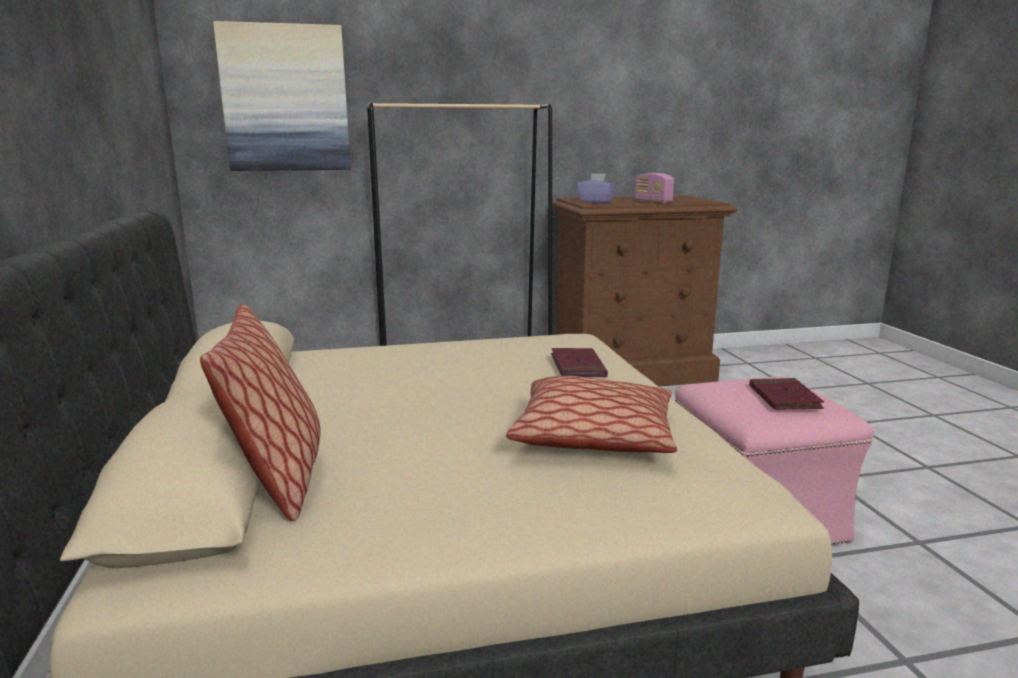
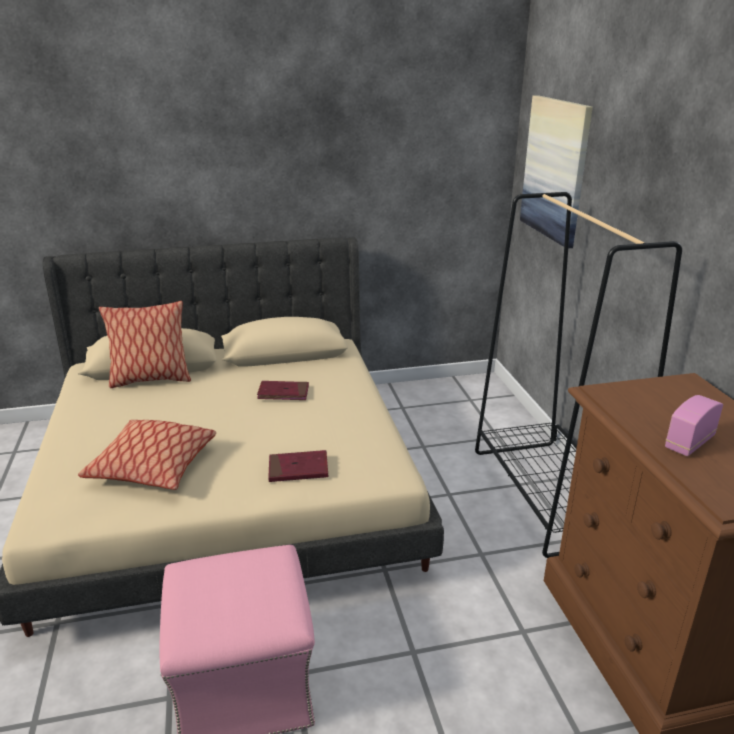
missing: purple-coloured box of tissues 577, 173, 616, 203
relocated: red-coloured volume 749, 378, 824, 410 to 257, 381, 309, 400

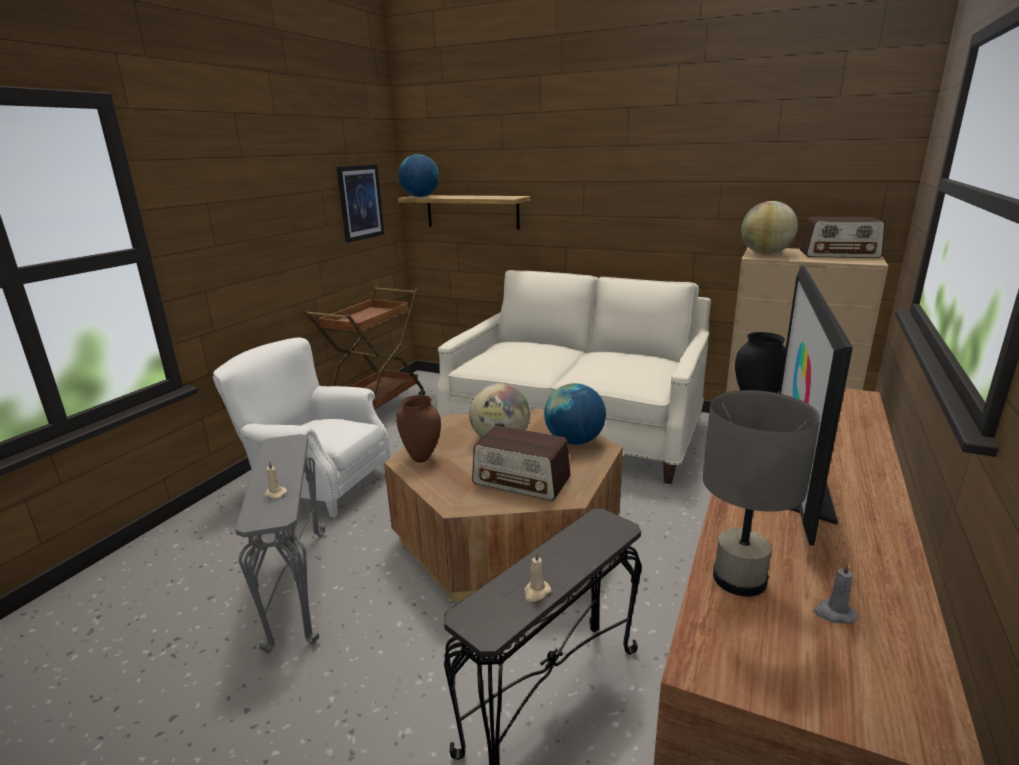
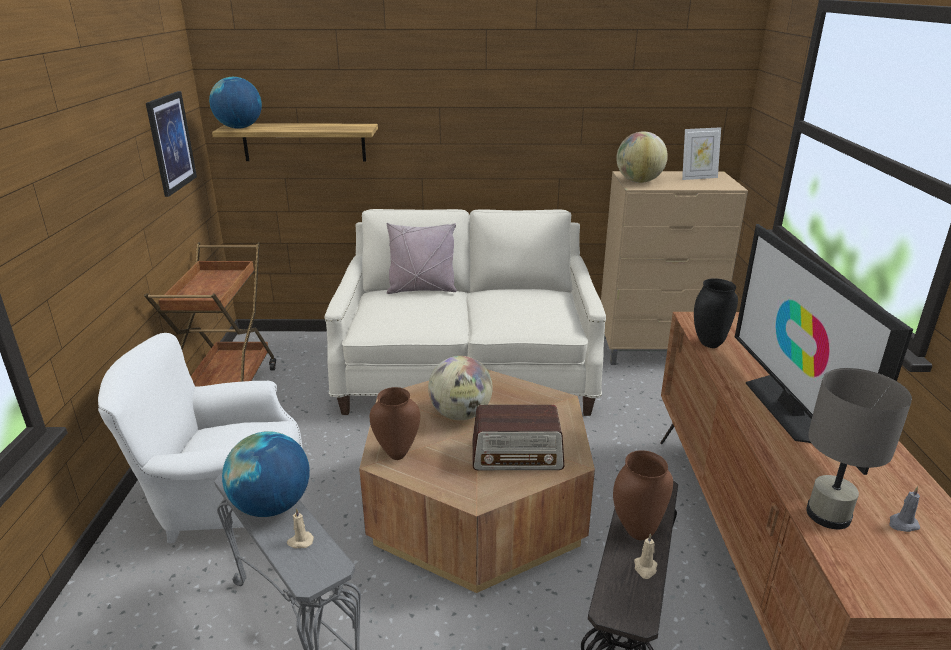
appeared: purple-coloured throw pillow 387, 223, 457, 294; brownish flower vase 613, 450, 673, 540
relocated: desk globe 544, 383, 606, 445 to 222, 431, 310, 517
exchanged: radio 800, 217, 885, 258 to picture frame 682, 127, 721, 180

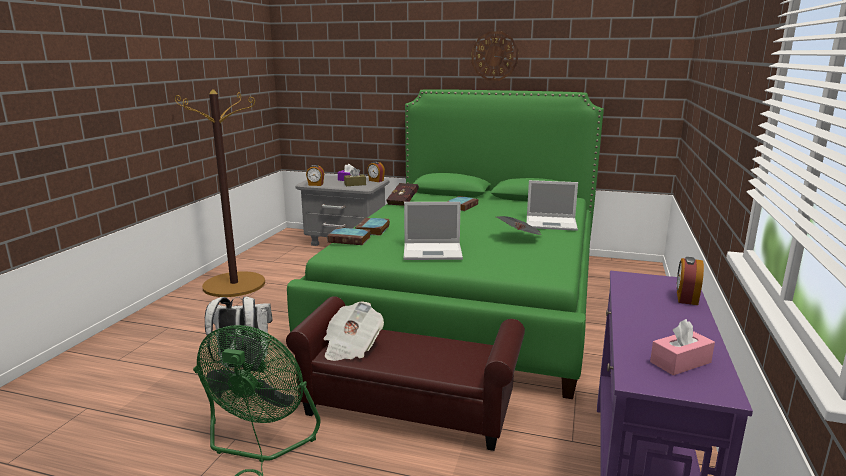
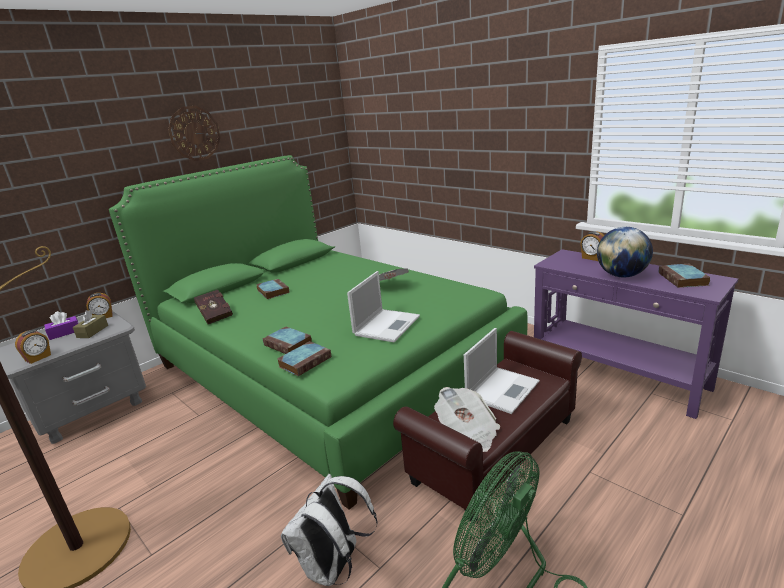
appeared: desk globe 597, 227, 653, 277
relocated: laptop 527, 180, 578, 231 to 464, 328, 540, 414
exchanged: pinkish box of tissues 650, 319, 715, 375 to volume 659, 264, 711, 288

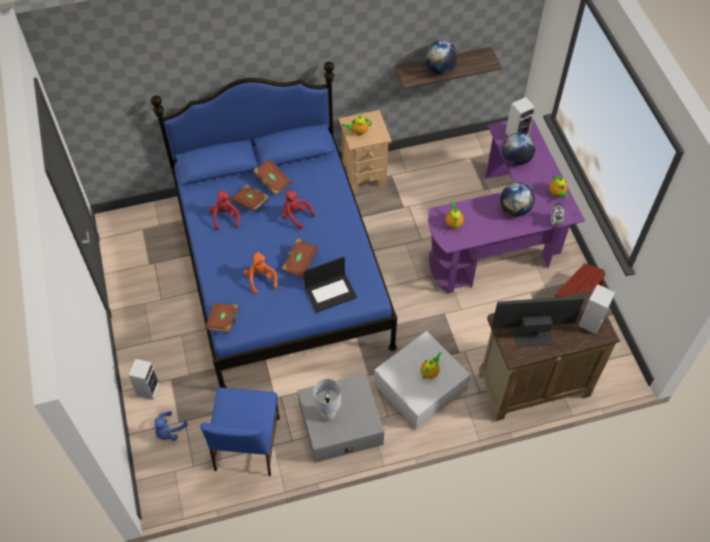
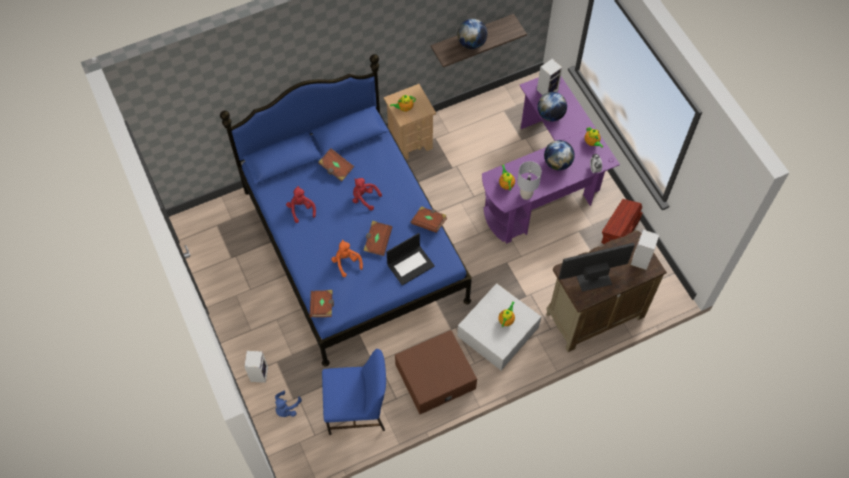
relocated: brownish volume 231, 185, 269, 212 to 411, 206, 447, 233; grey lamp for a table 313, 379, 341, 421 to 517, 161, 542, 200
colour: grey storage box 298, 373, 384, 463 to brownish storage box 395, 330, 477, 414
spun: blue-coloured plain chair 200, 388, 280, 476 = 322, 349, 386, 435 90 degrees counterclockwise

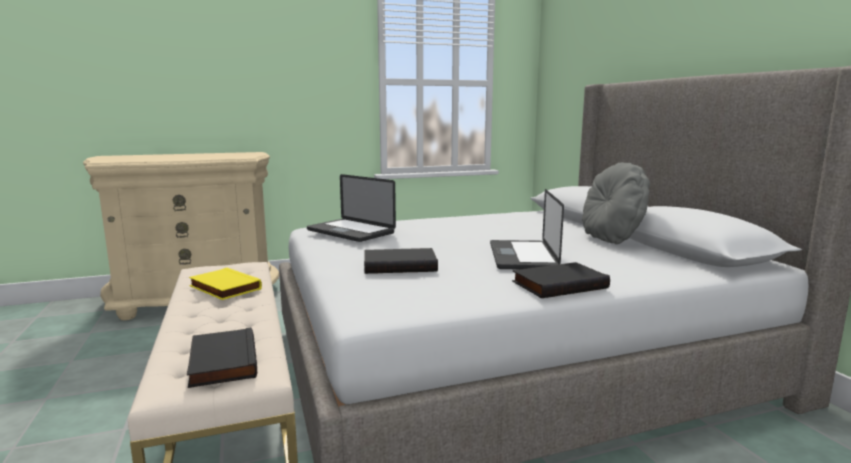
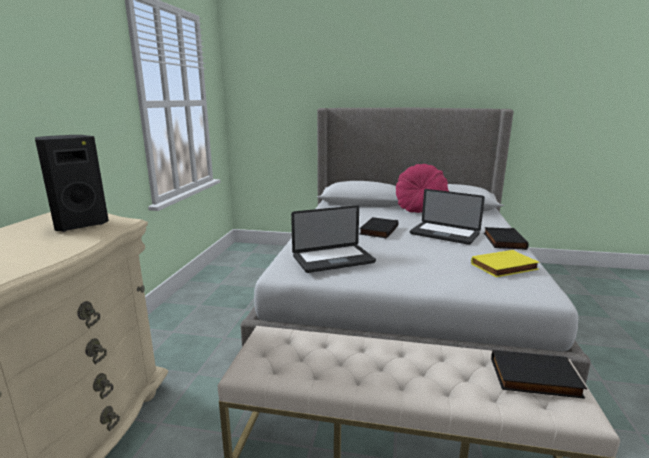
appeared: black-coloured audio speaker 35, 135, 109, 232
relocated: yellow-coloured volume 189, 268, 262, 300 to 471, 250, 540, 277; black-coloured volume 364, 248, 438, 274 to 359, 217, 399, 239
colour: grey throw pillow 582, 163, 650, 244 to pinkish throw pillow 396, 164, 449, 213

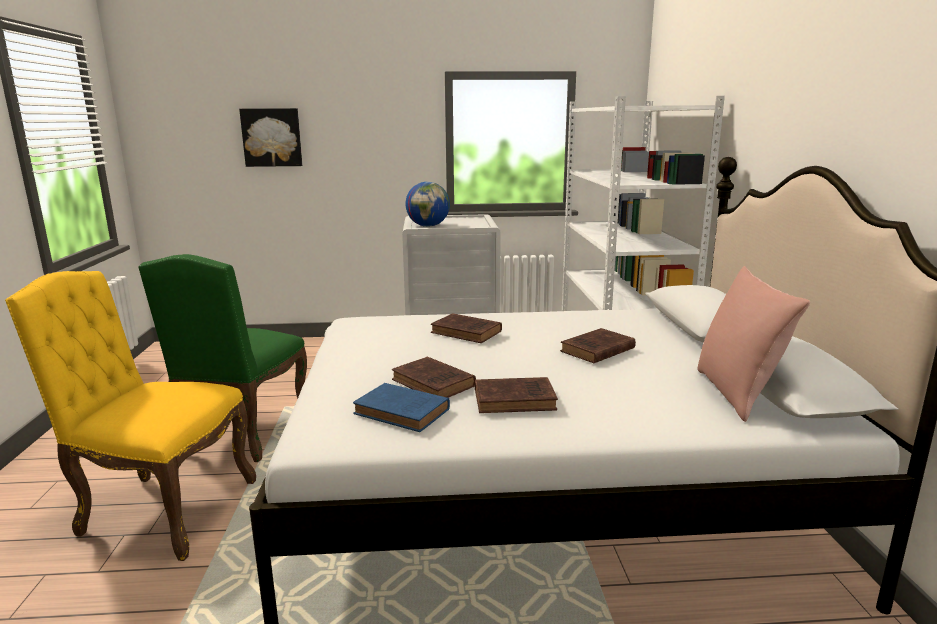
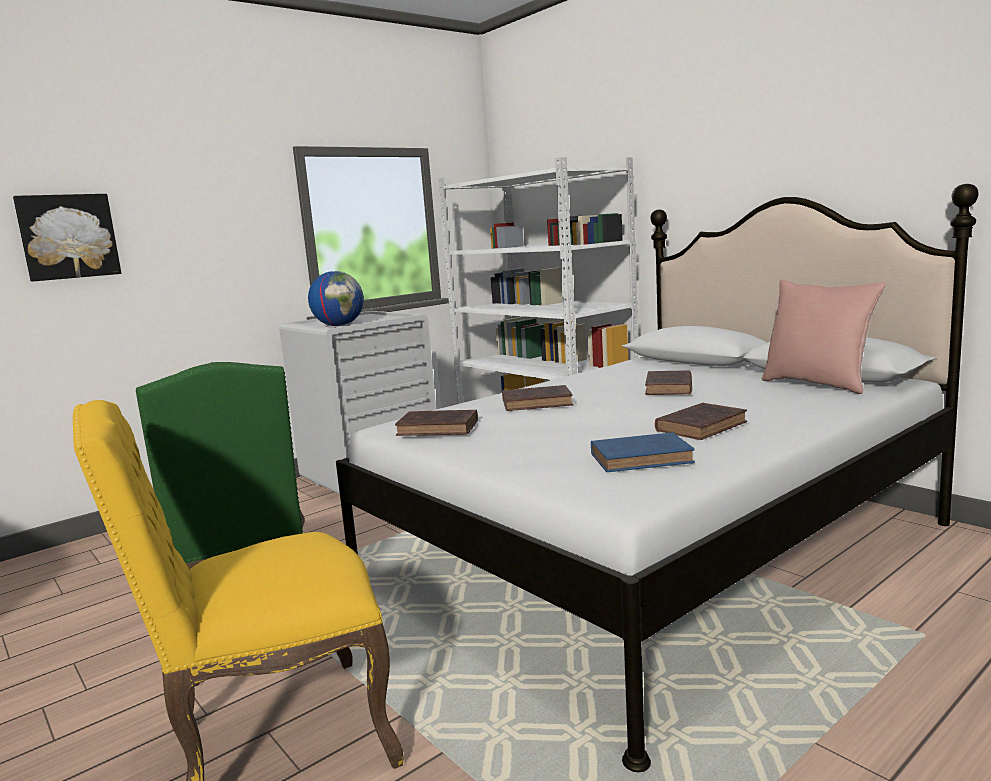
relocated: brownish volume 392, 357, 476, 398 to 395, 410, 478, 436

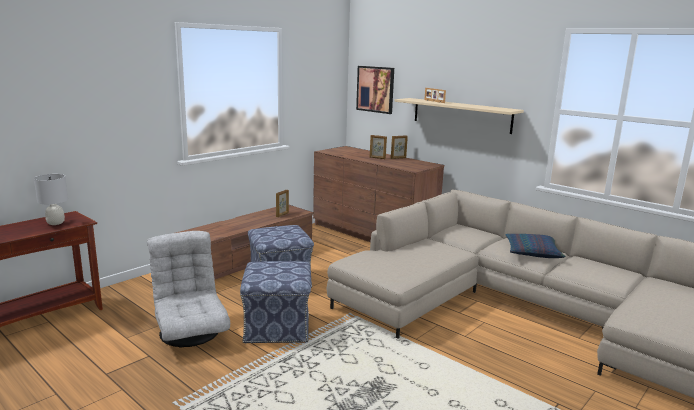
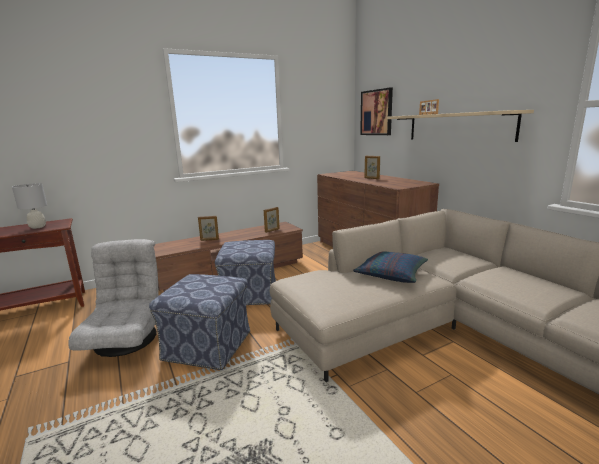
relocated: picture frame 391, 135, 408, 159 to 198, 216, 219, 241; blue-coloured throw pillow 506, 234, 565, 258 to 353, 251, 428, 283

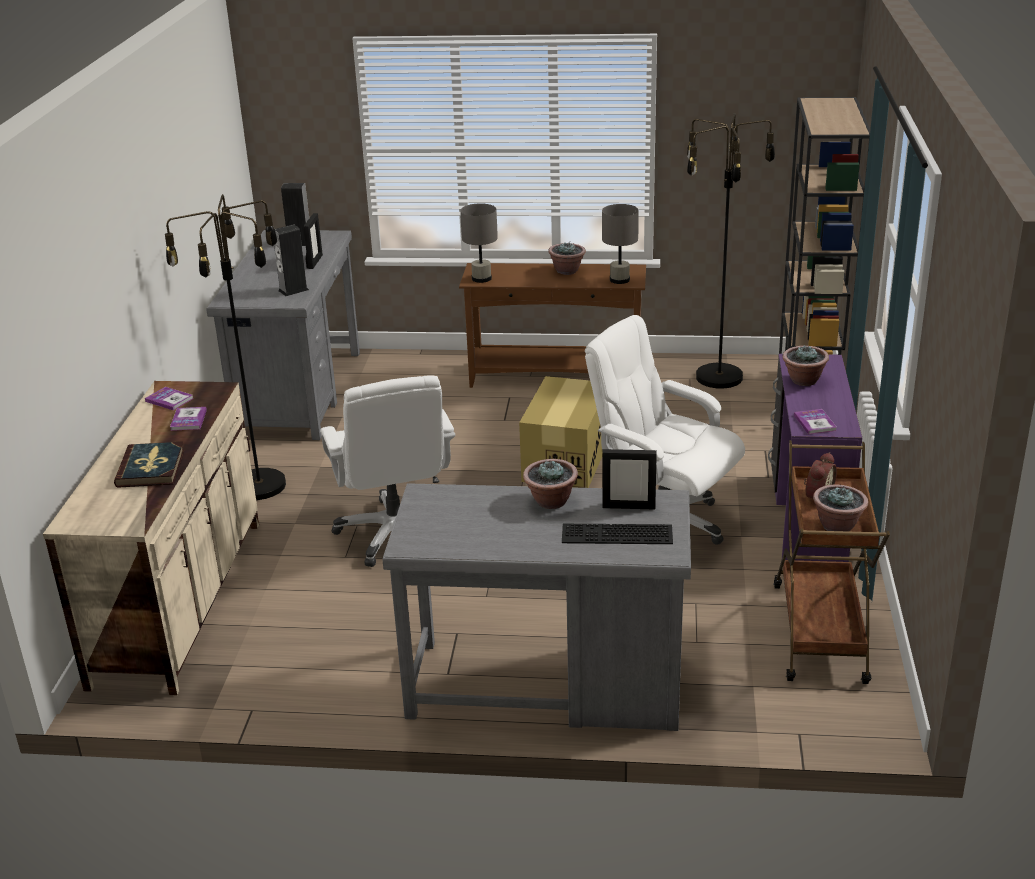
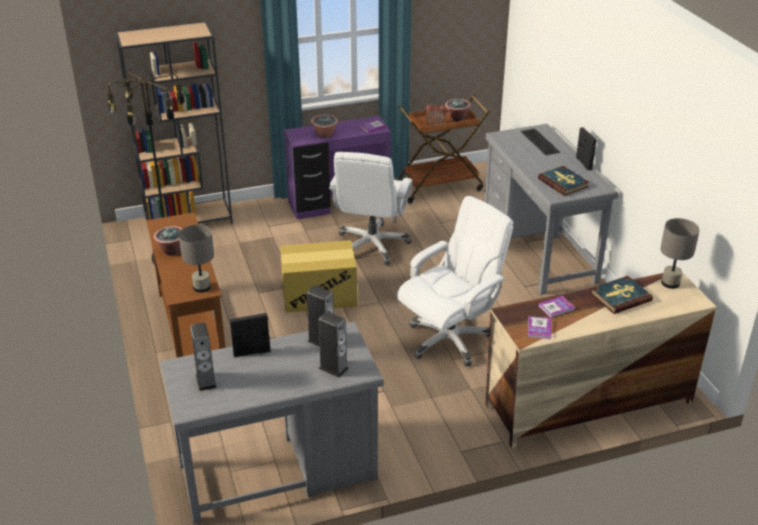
missing: standard lamp 165, 194, 286, 500; houseplant 523, 459, 578, 509
appeared: audio speaker 319, 311, 349, 378; volume 538, 166, 589, 196
relocated: grey lamp for a table 602, 204, 639, 284 to 660, 218, 700, 289; picture frame 602, 449, 657, 510 to 576, 127, 597, 170

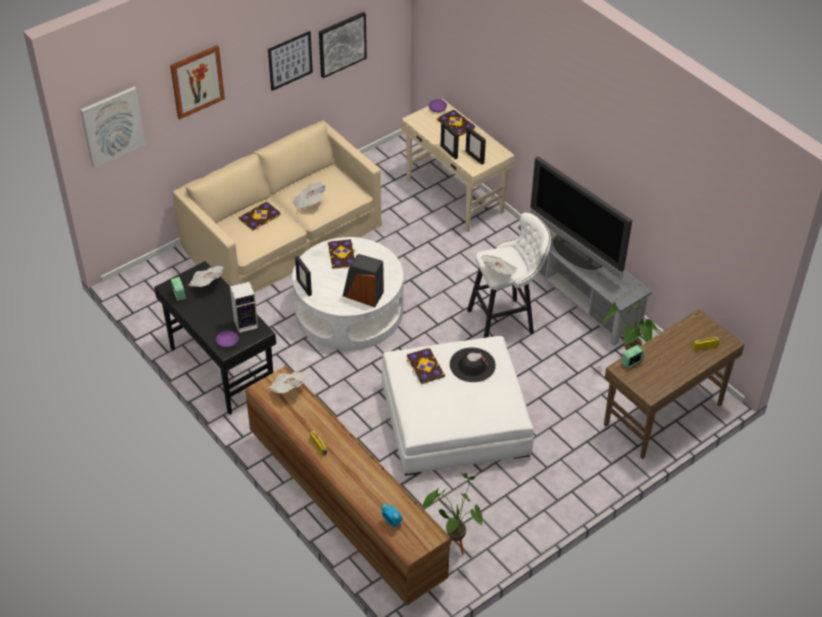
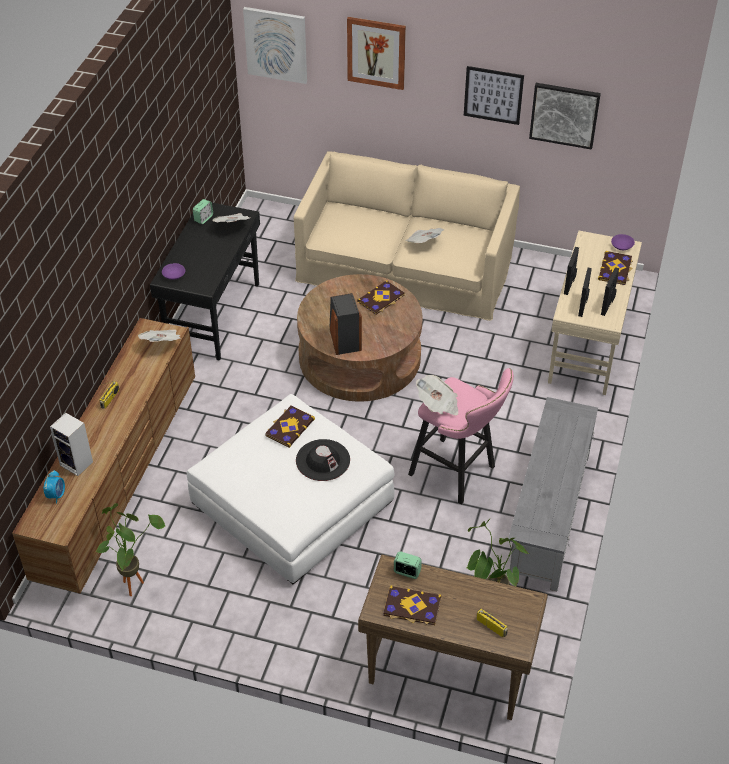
missing: television 530, 156, 632, 280
relocated: audio speaker 230, 282, 258, 333 to 50, 413, 93, 476; volume 239, 201, 281, 230 to 383, 585, 441, 625; picture frame 295, 256, 312, 296 to 601, 267, 619, 316
colour: white lounge table 292, 237, 403, 351 to brownish lounge table 297, 274, 423, 402; white stool 467, 212, 551, 338 to pinkish stool 408, 368, 514, 505

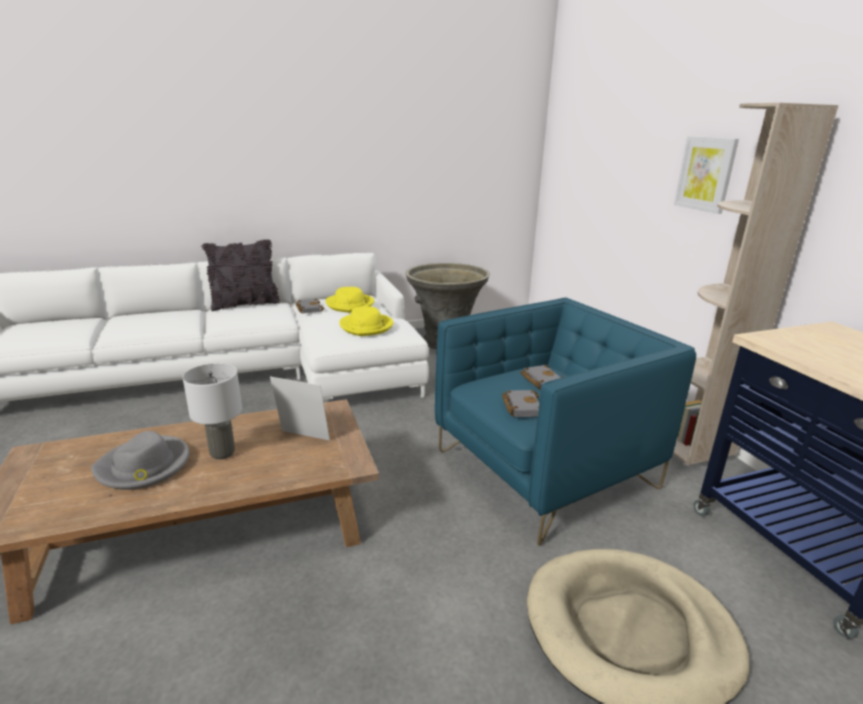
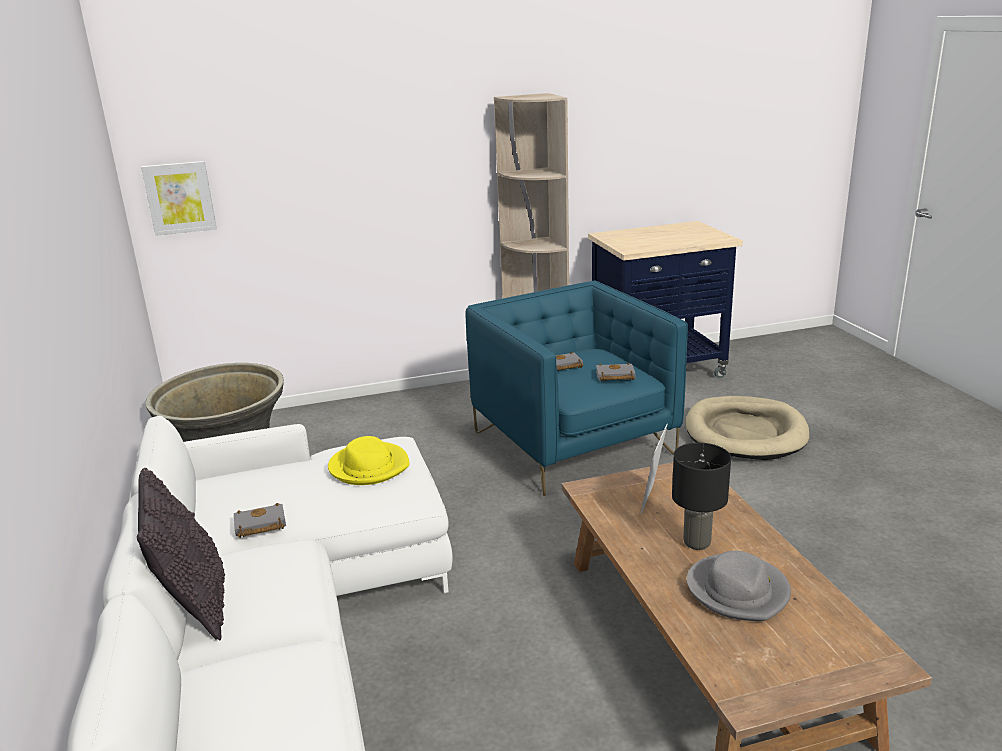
missing: yellow-coloured wearable hat 325, 287, 374, 313
relocated: wall picture 674, 136, 739, 214 to 141, 161, 217, 236
colour: white lamp for a table 183, 363, 242, 459 to black-coloured lamp for a table 672, 443, 731, 550

